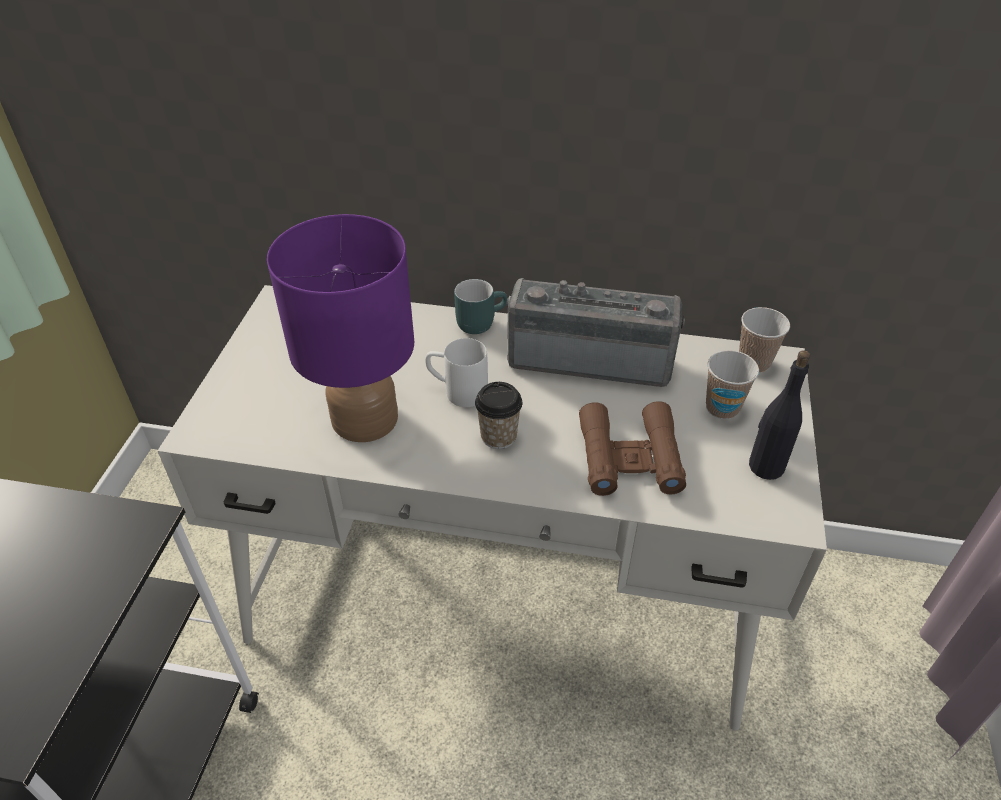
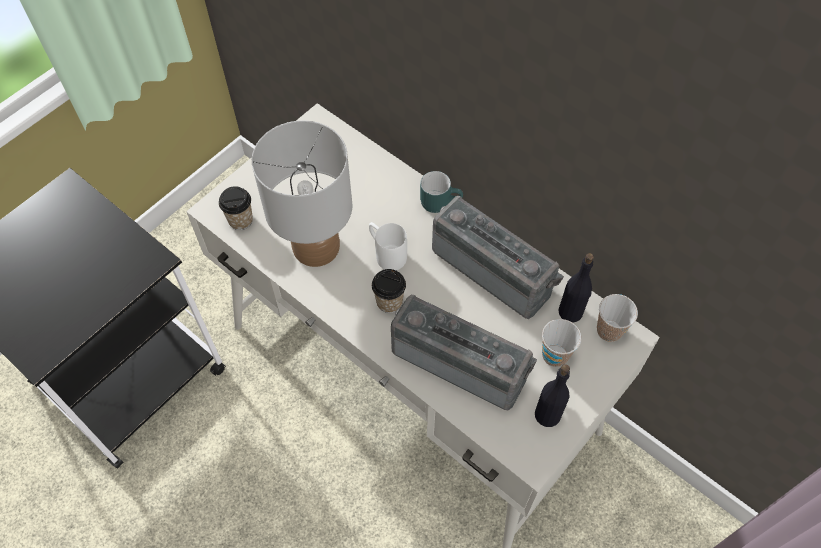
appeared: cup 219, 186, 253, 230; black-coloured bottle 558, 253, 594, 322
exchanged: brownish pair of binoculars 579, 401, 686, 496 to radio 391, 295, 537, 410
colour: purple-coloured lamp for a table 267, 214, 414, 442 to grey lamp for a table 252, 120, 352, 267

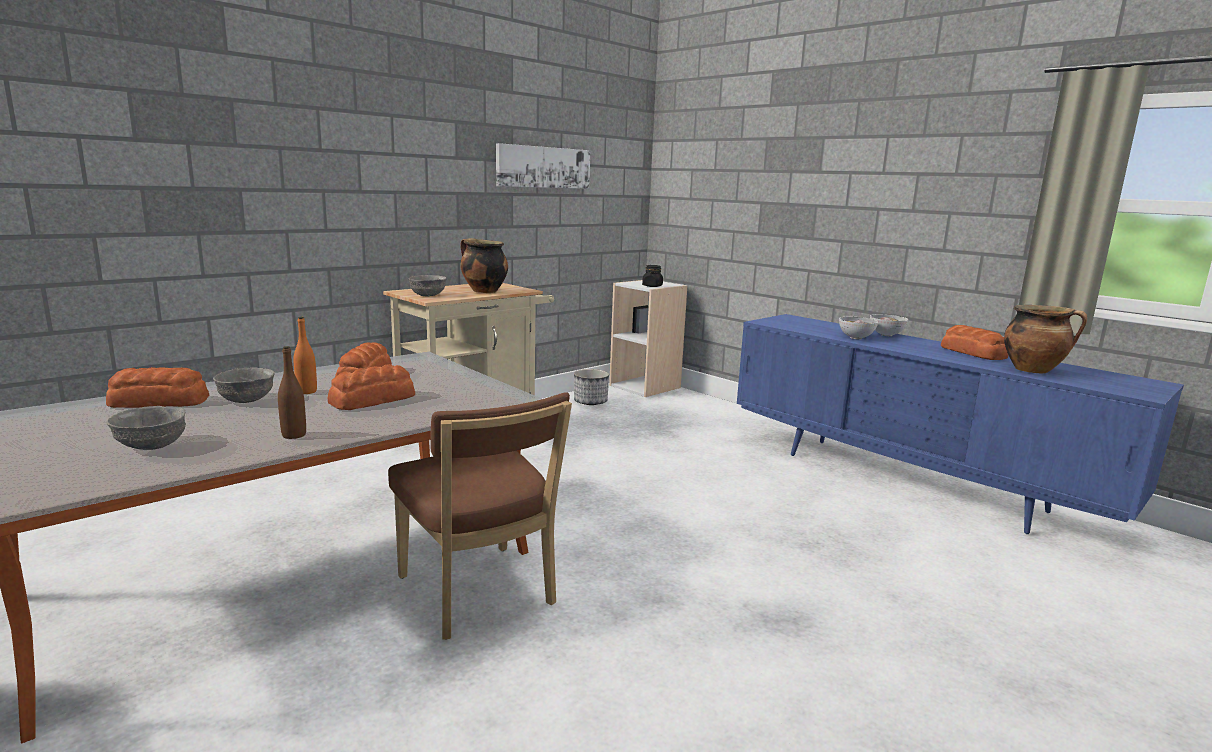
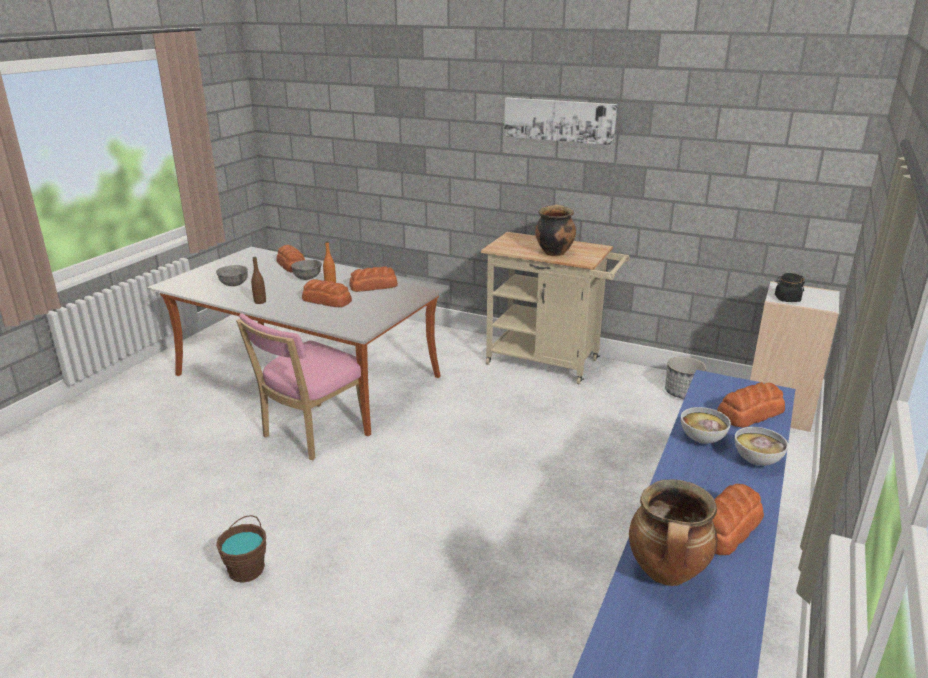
missing: grey deep dish 408, 275, 447, 296
appeared: brownish water bucket 216, 515, 266, 583; baked bread 717, 382, 785, 428
relocated: wall picture 496, 143, 590, 189 to 504, 98, 617, 146
colour: brownish plain chair 388, 393, 572, 640 to pinkish plain chair 236, 313, 363, 460

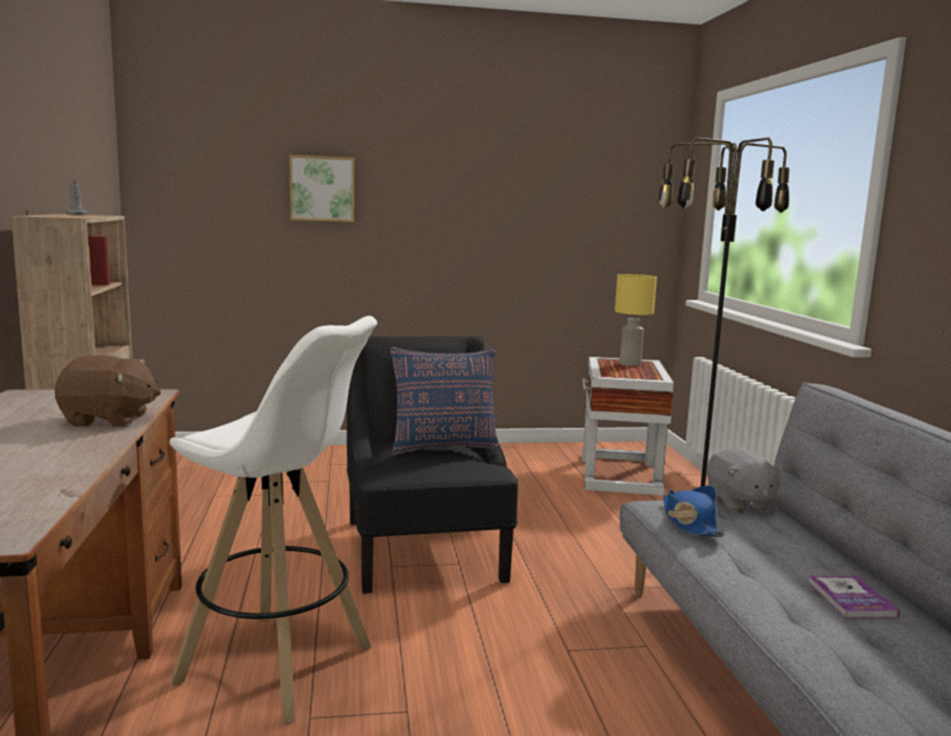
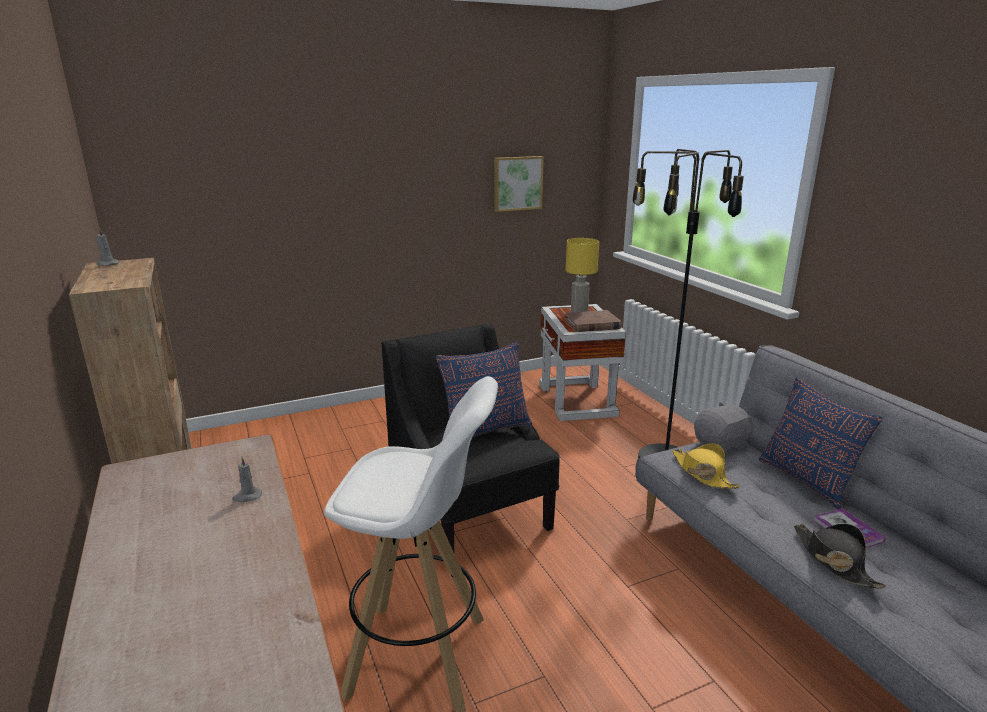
appeared: brownish volume 564, 310, 622, 332; blue-coloured throw pillow 759, 377, 883, 510; black-coloured wearable hat 794, 524, 886, 589
relocated: wall picture 289, 155, 354, 222 to 494, 156, 544, 212
exchanged: brownish cuddly toy 54, 355, 161, 427 to grey candle 232, 457, 262, 502
colour: blue-coloured wearable hat 663, 486, 725, 537 to yellow-coloured wearable hat 672, 443, 740, 489
spun: grey cuddly toy 706, 447, 784, 513 = 694, 402, 756, 456 90 degrees counterclockwise

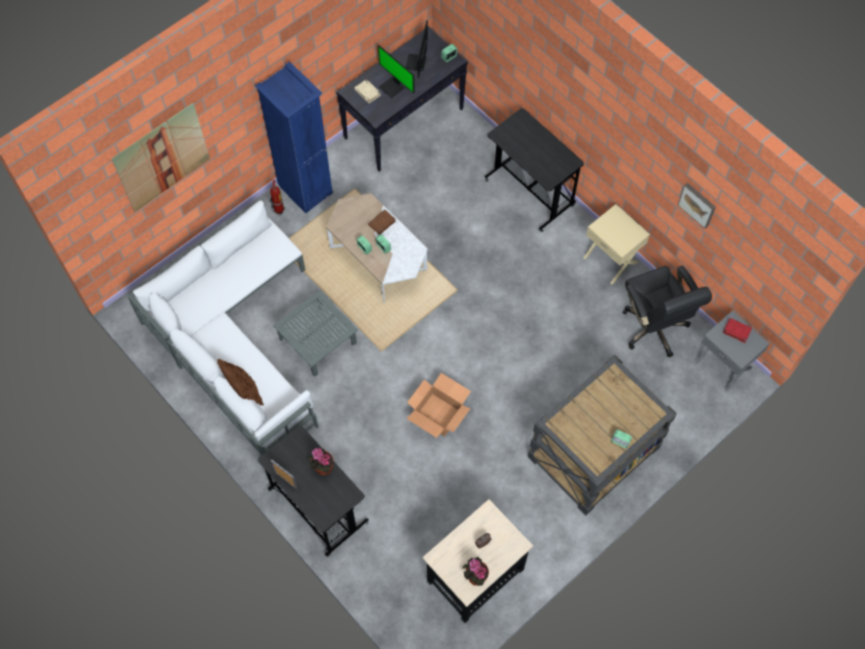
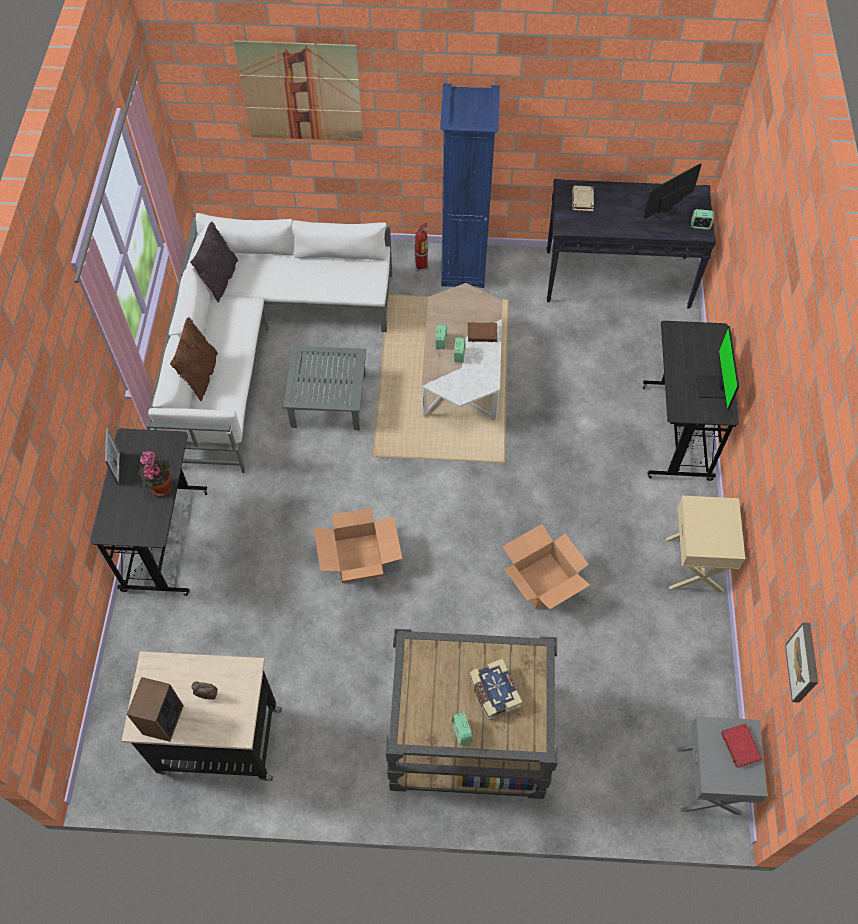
missing: black-coloured desk chair 623, 266, 712, 357
appeared: black-coloured throw pillow 190, 222, 238, 303; volume 470, 658, 523, 720; packing box 502, 524, 590, 609
relocated: computer screen 378, 45, 415, 98 to 696, 326, 739, 410; wall picture 678, 183, 716, 229 to 785, 623, 818, 703
exchanged: houseplant 463, 557, 489, 586 to audio speaker 127, 677, 184, 742

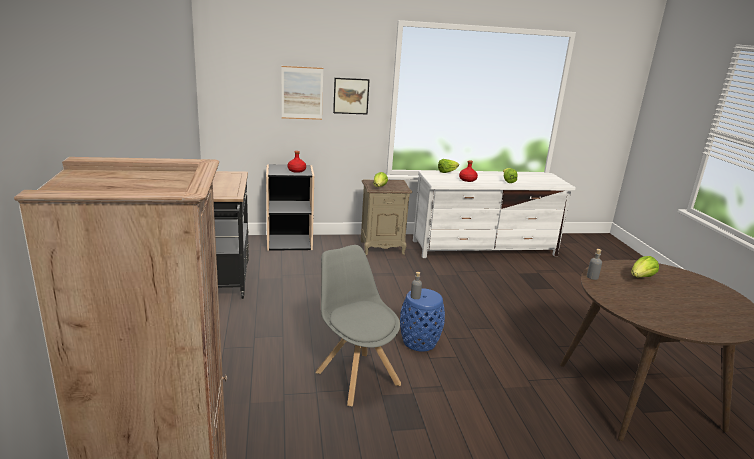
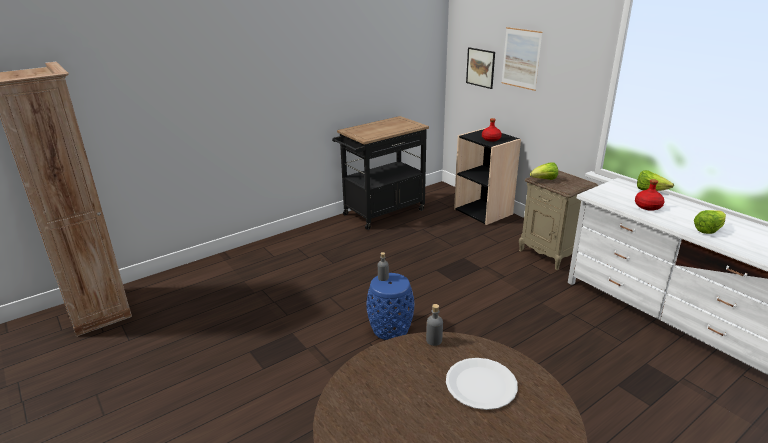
missing: grey plain chair 316, 245, 401, 407
relocated: wall picture 333, 78, 370, 114 to 466, 47, 495, 89
exchanged: lettuce head 631, 256, 659, 277 to white dinner plate 446, 358, 518, 410

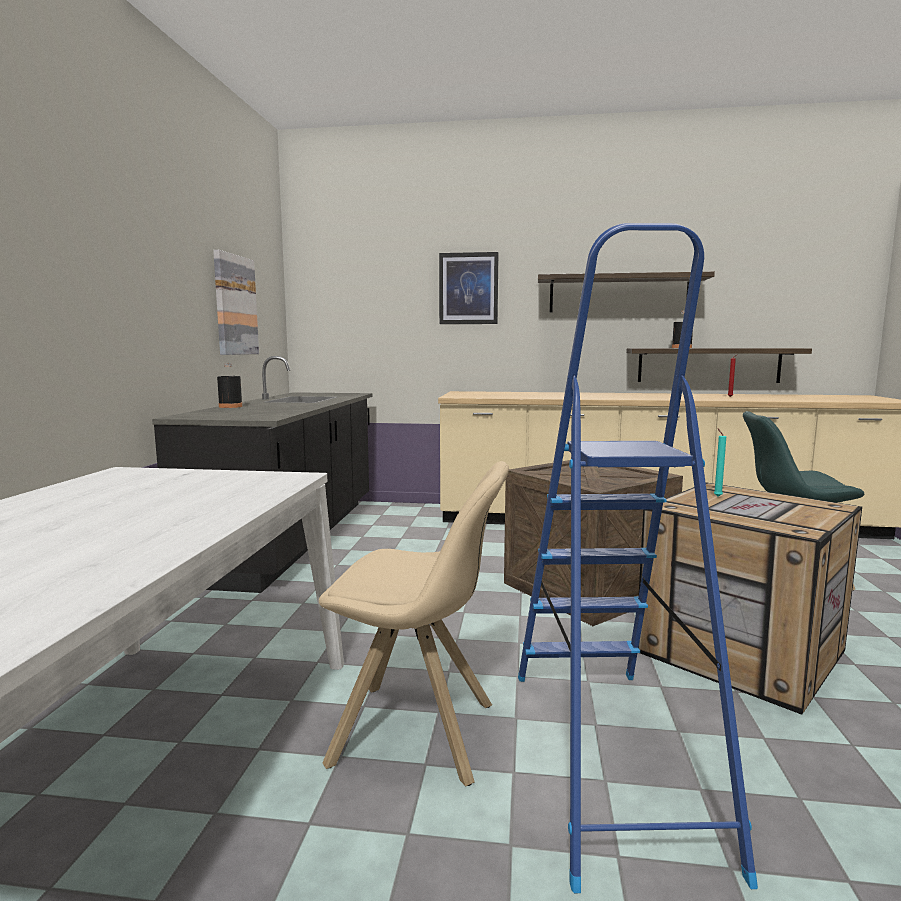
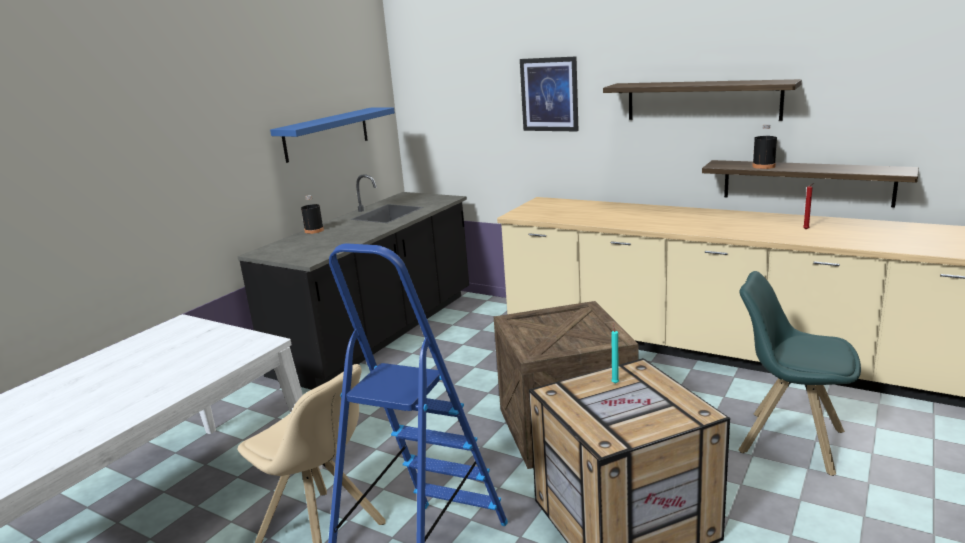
exchanged: wall picture 213, 250, 259, 355 to blue-coloured wall shelf 270, 107, 395, 163

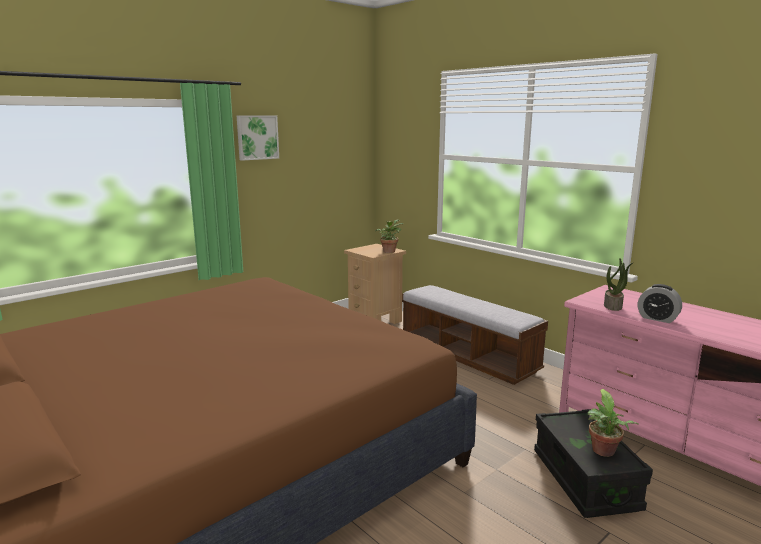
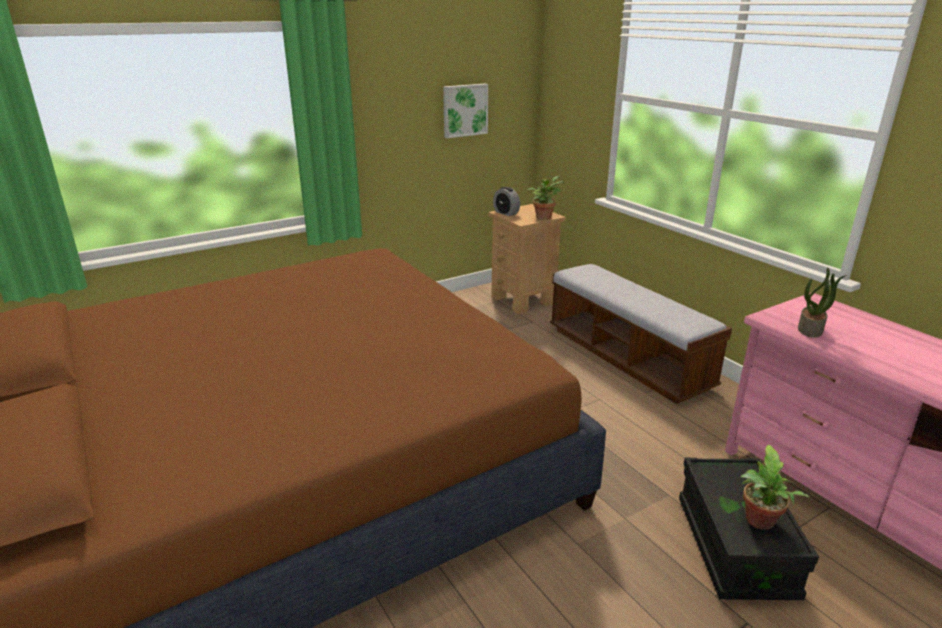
relocated: wall picture 237, 115, 279, 161 to 443, 84, 488, 138; alarm clock 638, 284, 682, 323 to 493, 187, 520, 216

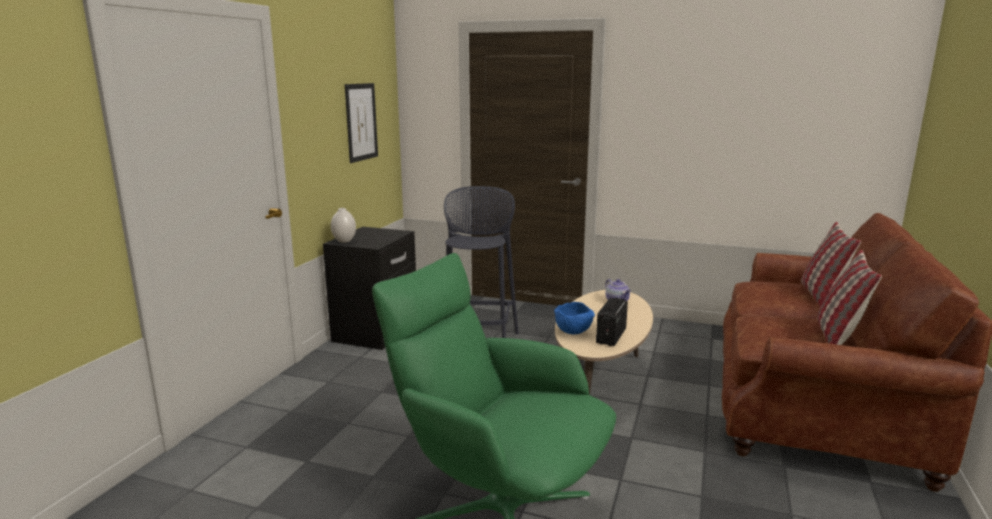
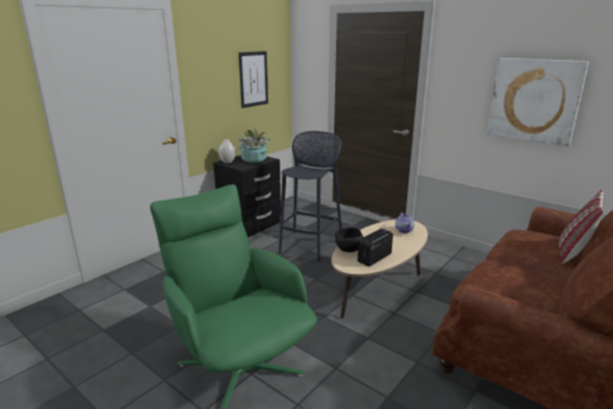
missing: throw pillow 817, 250, 882, 345
appeared: houseplant 238, 129, 273, 163; wall picture 487, 58, 589, 146
colour: blue-coloured deep dish 554, 302, 595, 334 to black-coloured deep dish 335, 227, 364, 252

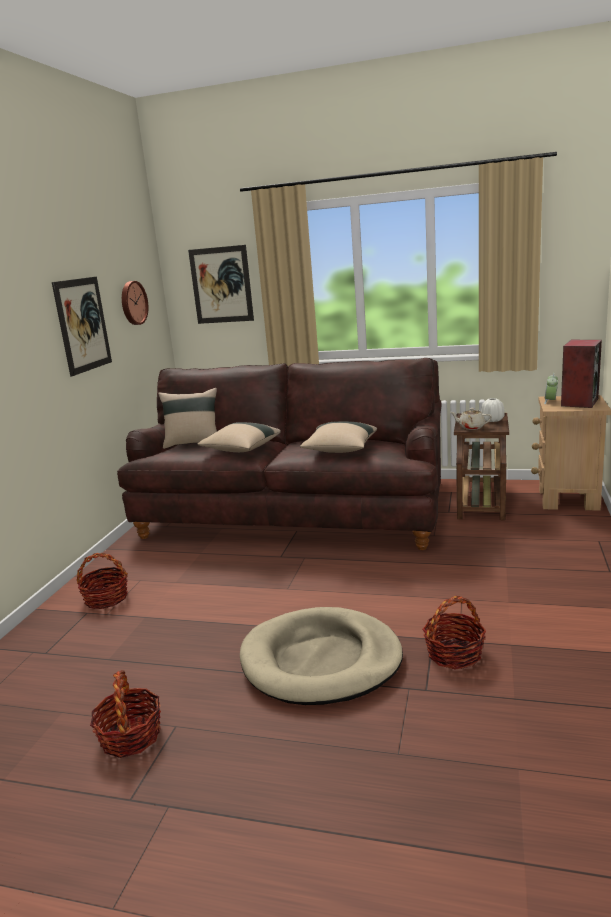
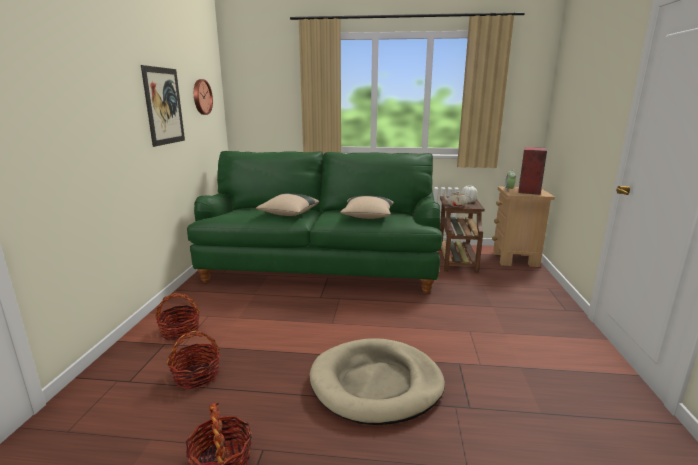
missing: beige throw pillow 158, 388, 217, 449; wall picture 188, 245, 254, 324
relocated: basket 423, 596, 486, 670 to 167, 330, 220, 390
colour: brownish sofa 117, 358, 442, 550 to green-coloured sofa 187, 151, 442, 294

